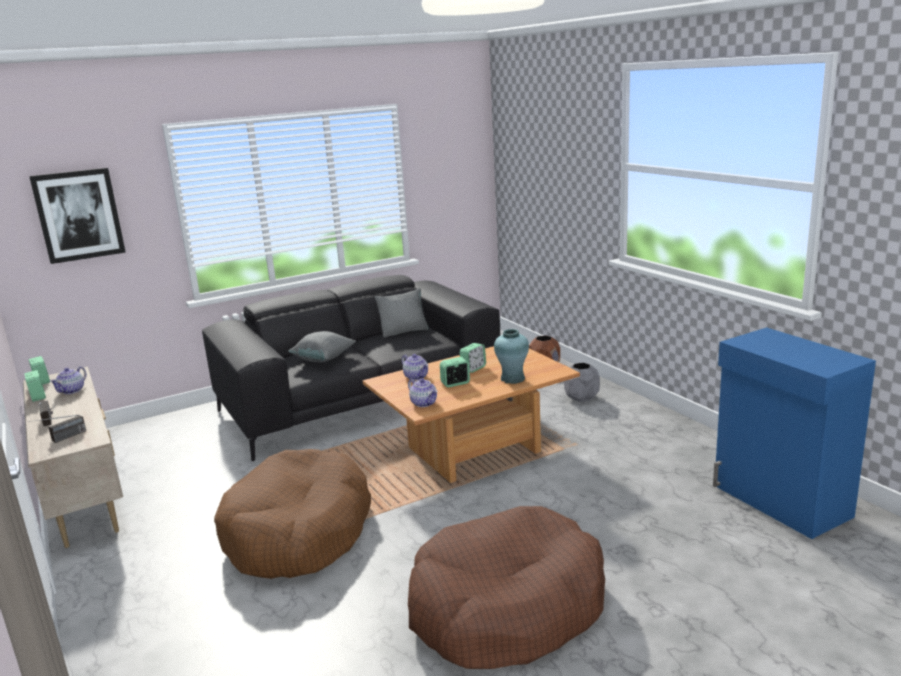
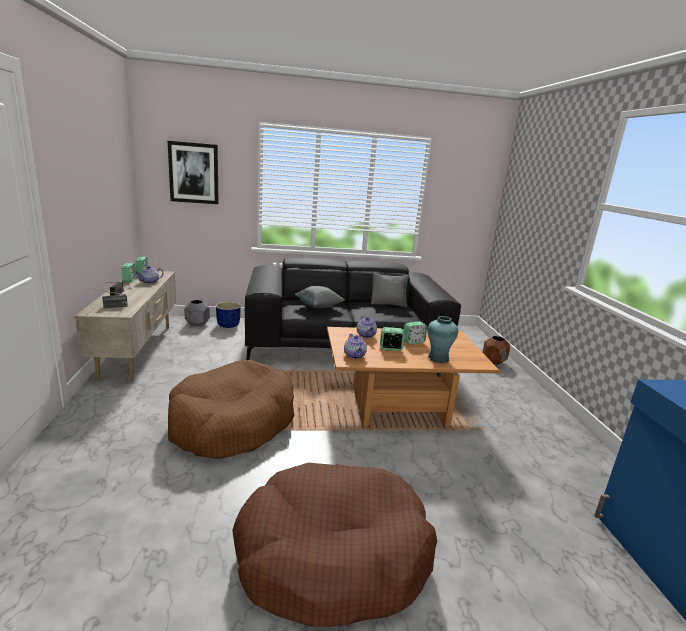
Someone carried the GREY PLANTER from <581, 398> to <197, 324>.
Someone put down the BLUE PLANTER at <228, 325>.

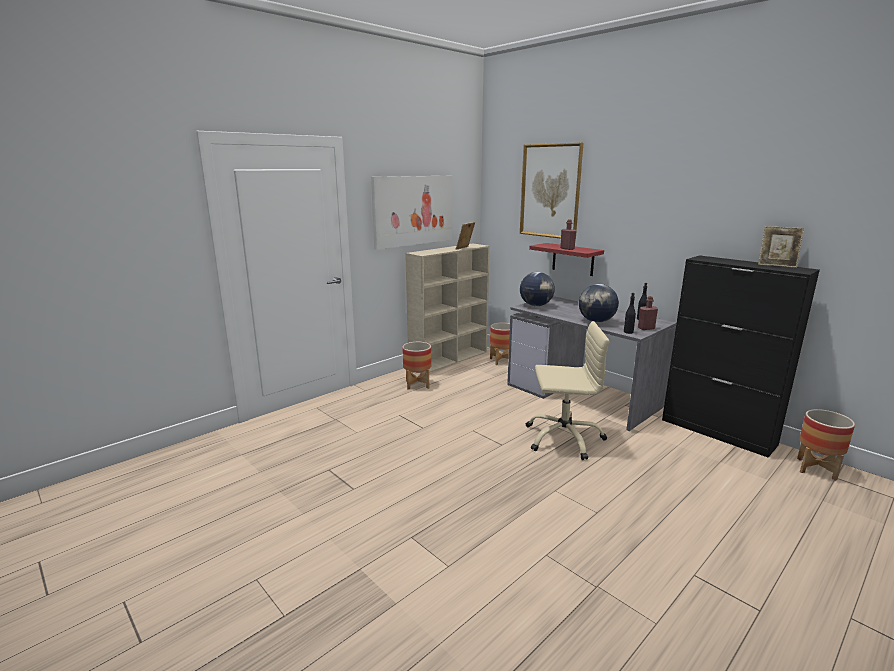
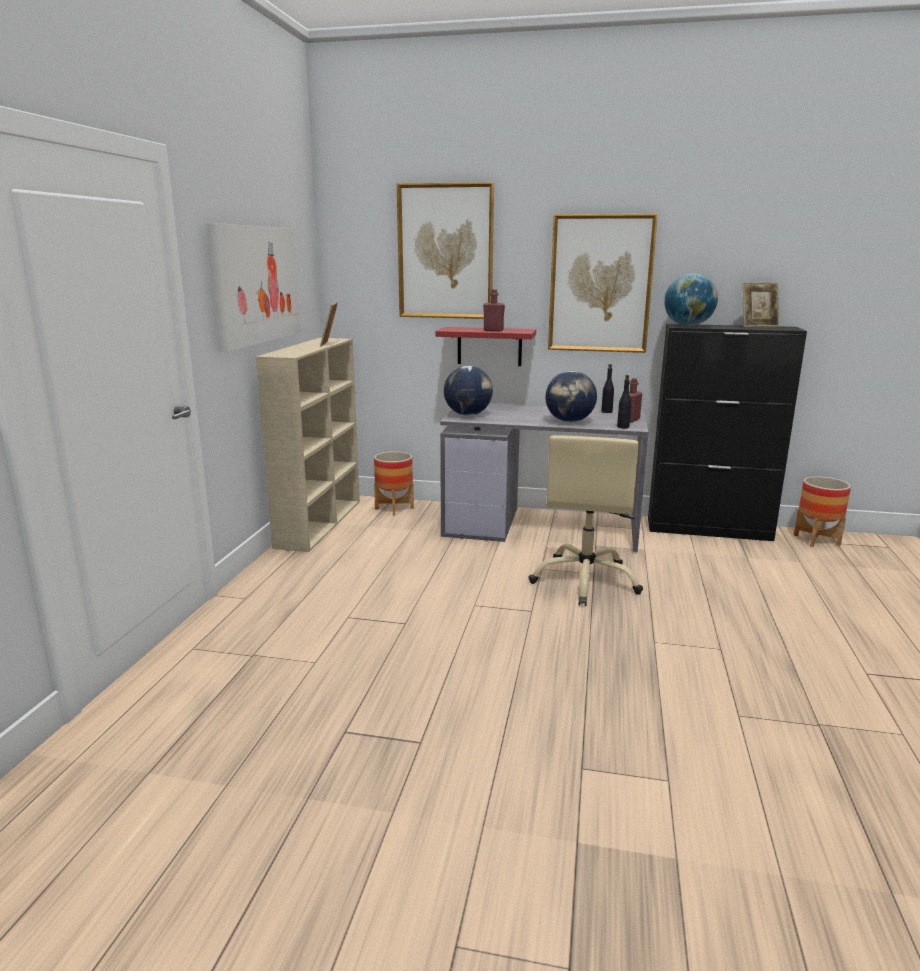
Someone rotated the BEIGE OFFICE CHAIR at <563, 438> by 135 degrees clockwise.
Someone took away the PLANTER at <417, 384>.
Someone put up the PICTURE at <600, 284>.
Someone put down the GLOBE at <688, 325>.

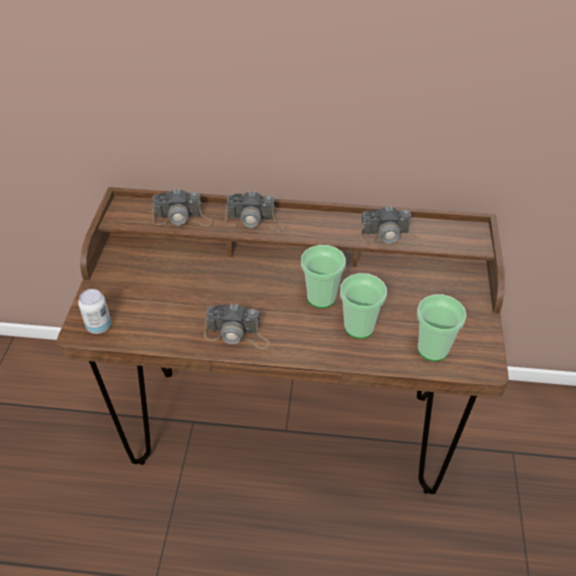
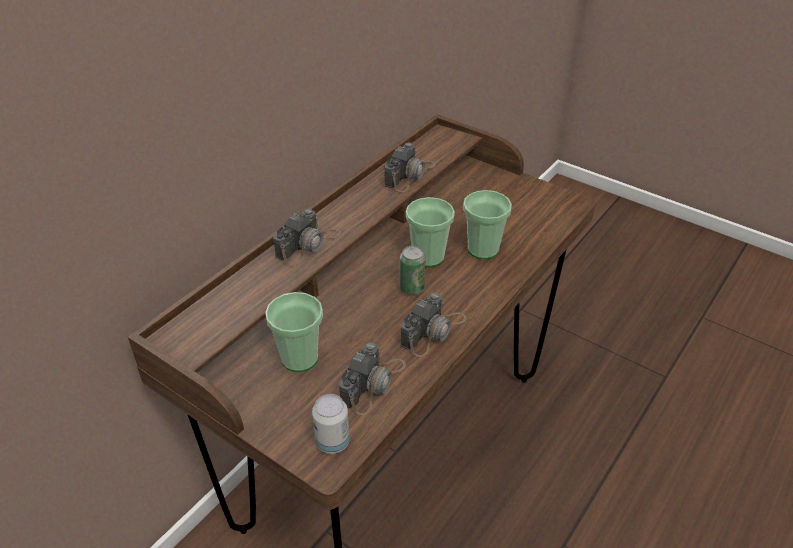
Someone carried the PHOTO CAMERA from <182, 218> to <373, 383>.
Someone carried the CUP from <432, 349> to <300, 358>.
Someone put down the CAN at <412, 288>.

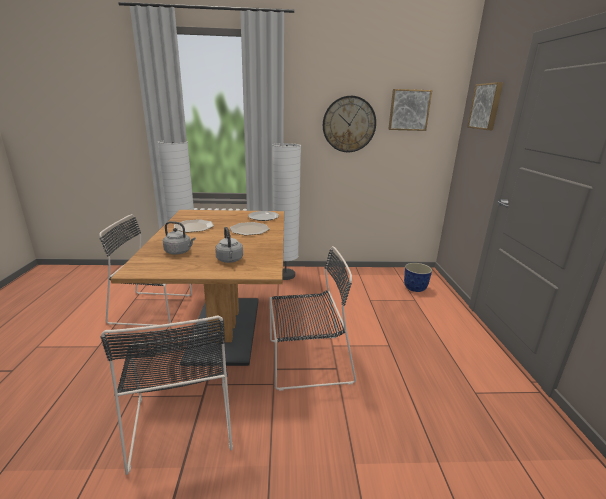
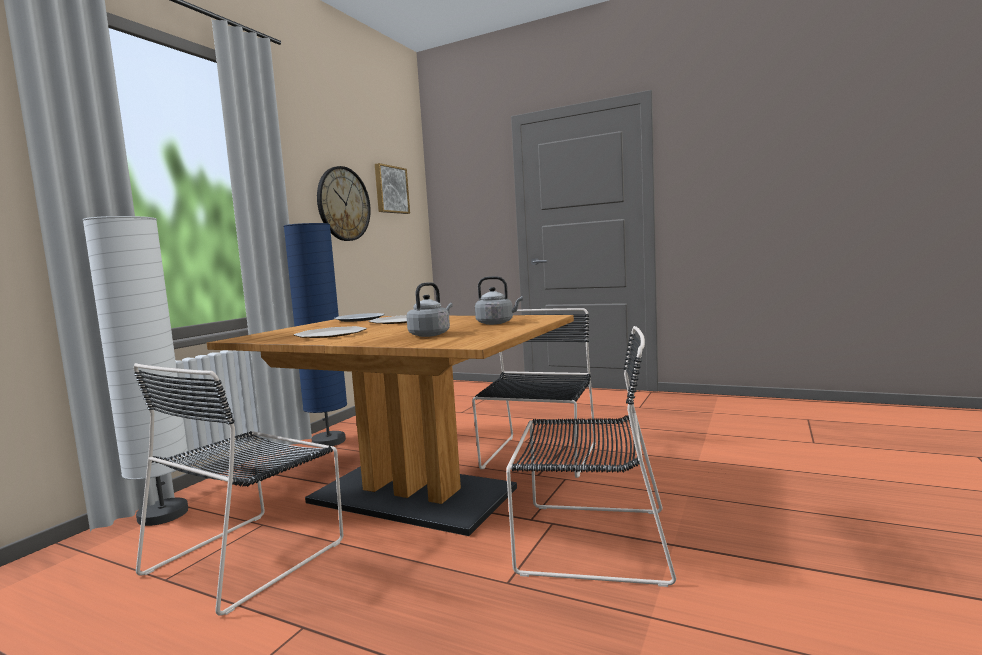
Someone took away the PICTURE at <486, 106>.
Someone repainted the WHITE FLOOR LAMP at <285, 275>, which became the BLUE FLOOR LAMP at <328, 441>.
Someone took away the PLANTER at <415, 288>.

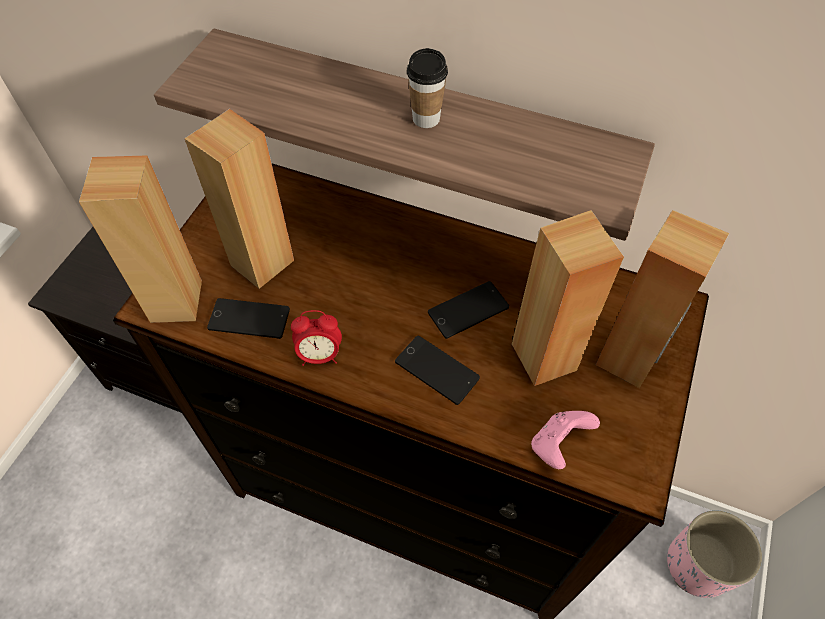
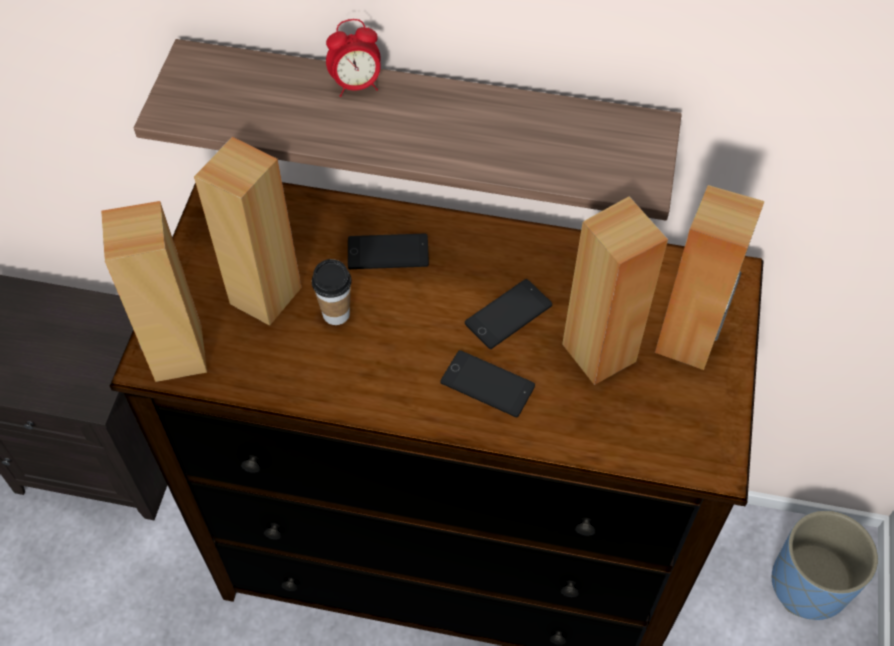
Someone carried the CUP from <426, 119> to <336, 314>.
Someone carried the PHONE from <249, 319> to <388, 252>.
Someone carried the ALARM CLOCK from <319, 355> to <356, 85>.
Someone took away the PINK GAME CONTROLLER at <558, 444>.
Someone repainted the PINK PLANTER at <697, 565>, which became the BLUE PLANTER at <809, 584>.

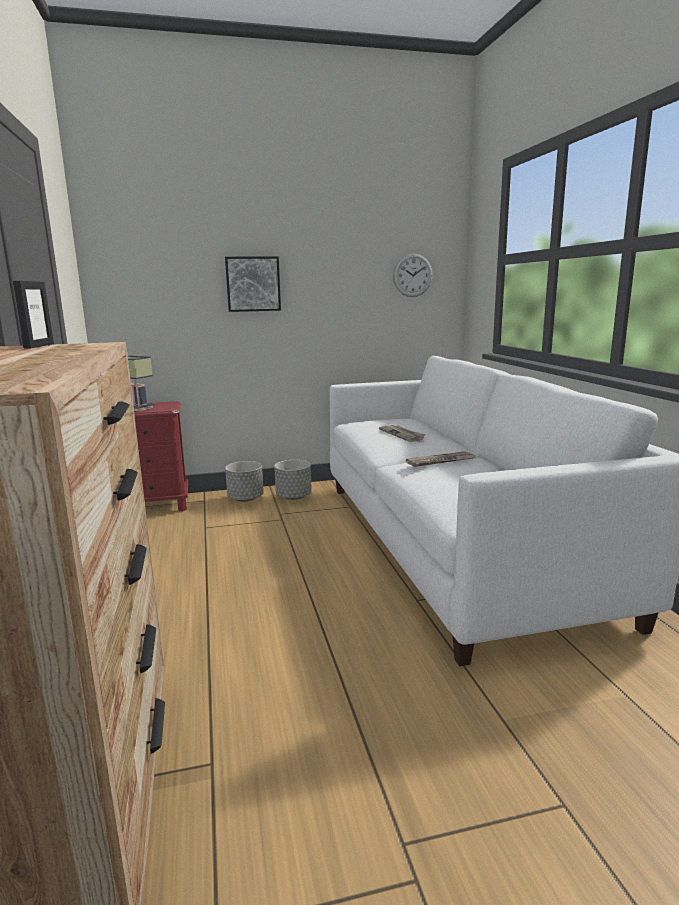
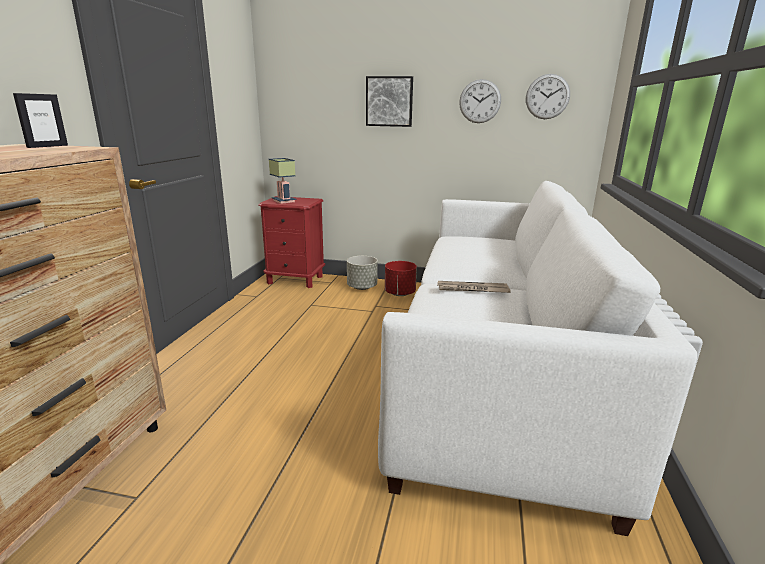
Someone took away the NEWSPAPER at <402, 434>.
Someone repainted the GREY PLANTER at <293, 497>, which became the RED PLANTER at <399, 293>.
Someone put up the WALL CLOCK at <480, 101>.

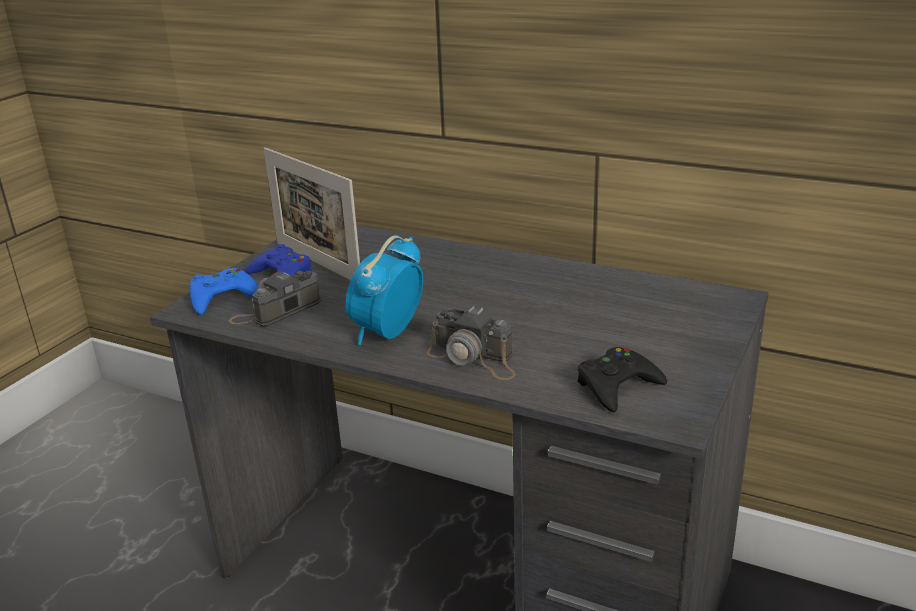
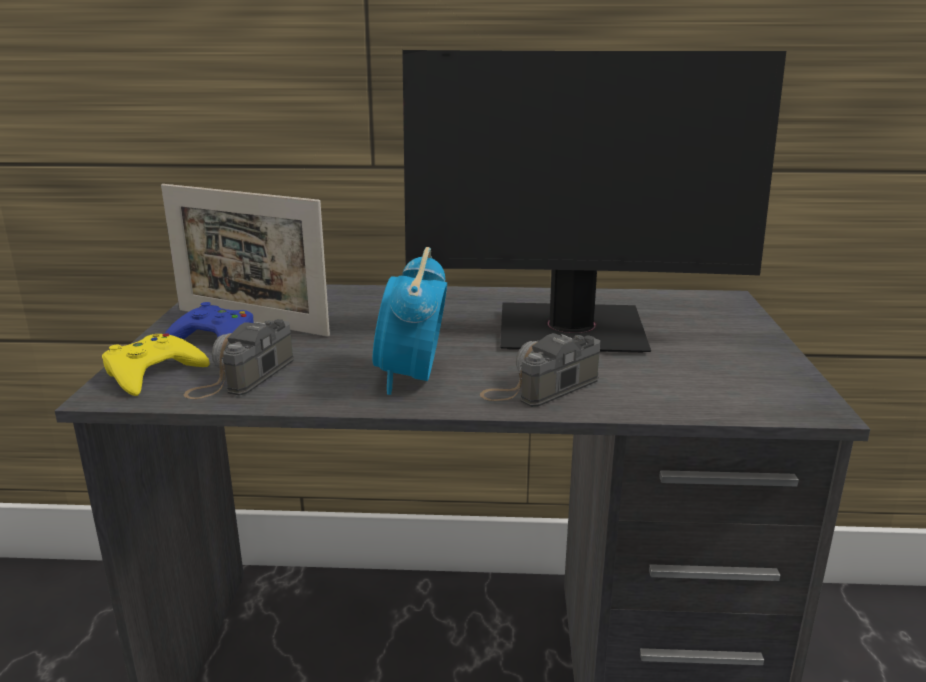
Someone repainted the BLUE GAME CONTROLLER at <223, 298>, which became the YELLOW GAME CONTROLLER at <153, 373>.
Someone rotated the PHOTO CAMERA at <474, 358> by 135 degrees clockwise.
Someone took away the BLACK GAME CONTROLLER at <617, 386>.
Someone put down the MONITOR at <572, 331>.

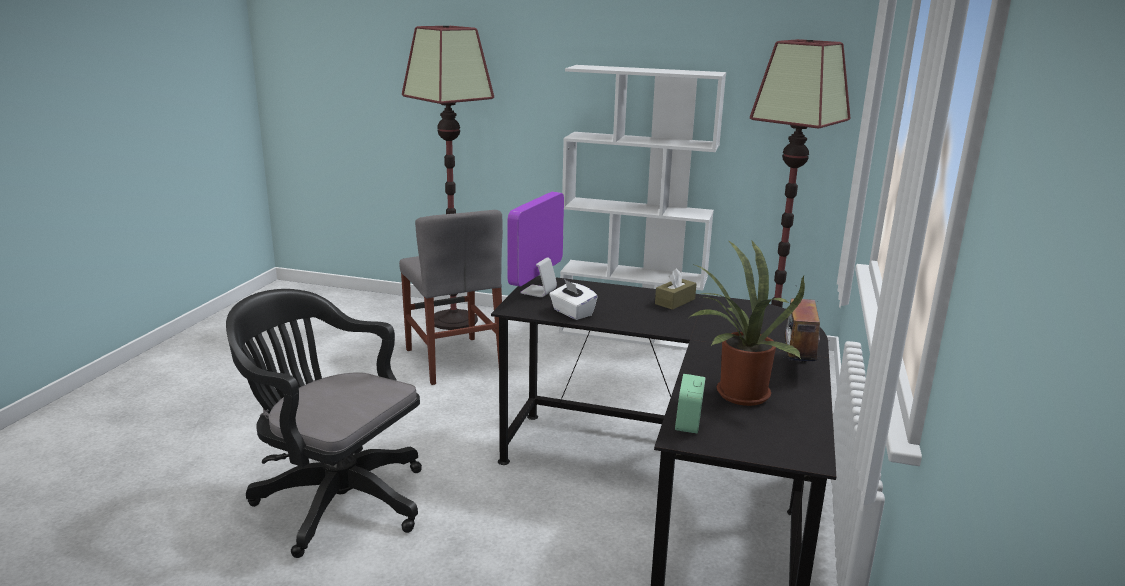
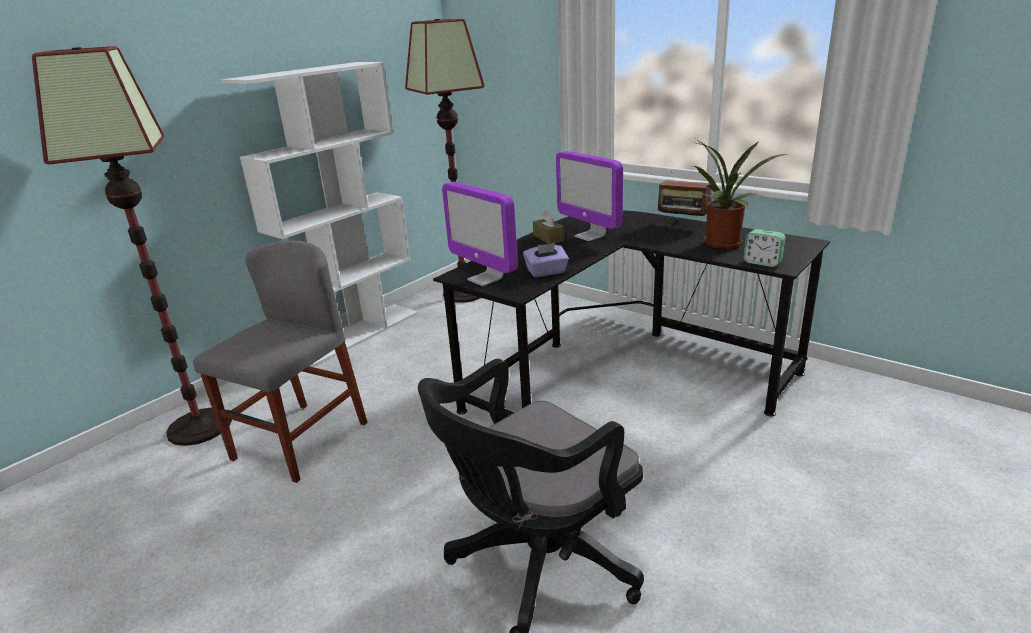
Someone rotated the GREY CHAIR at <453, 360> by 60 degrees counterclockwise.
Someone repainted the WHITE TISSUE BOX at <572, 313>, which became the PURPLE TISSUE BOX at <546, 272>.
Someone put down the MONITOR at <590, 236>.

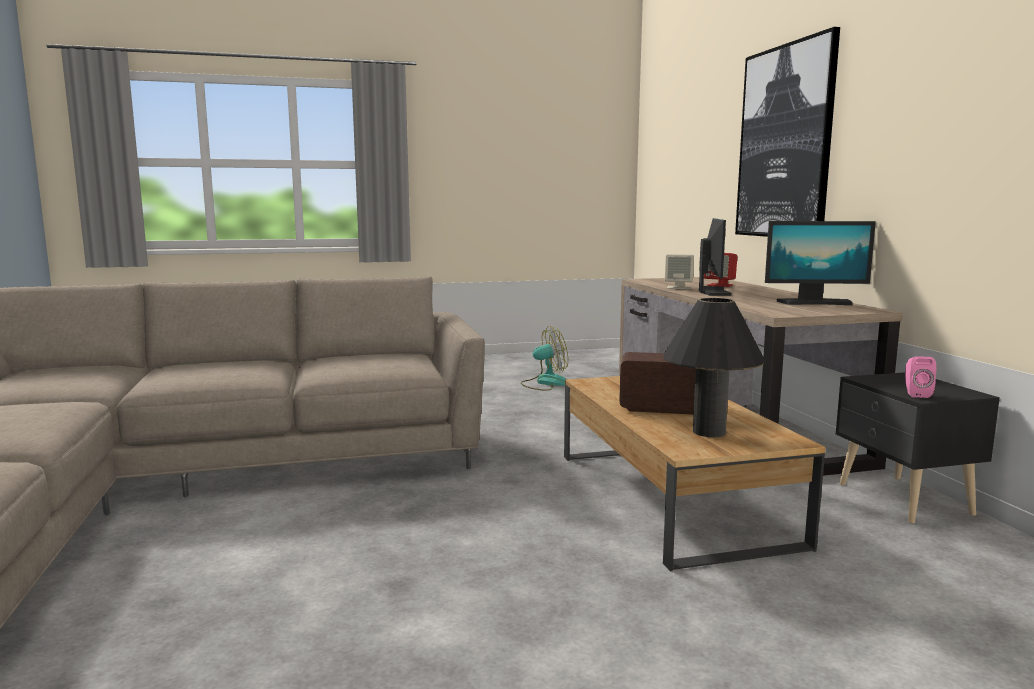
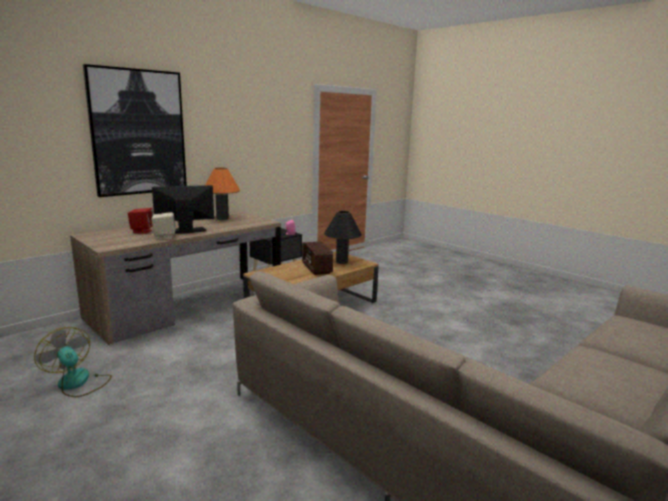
Someone swapped the MONITOR at <814, 302> for the ORANGE TABLE LAMP at <222, 218>.

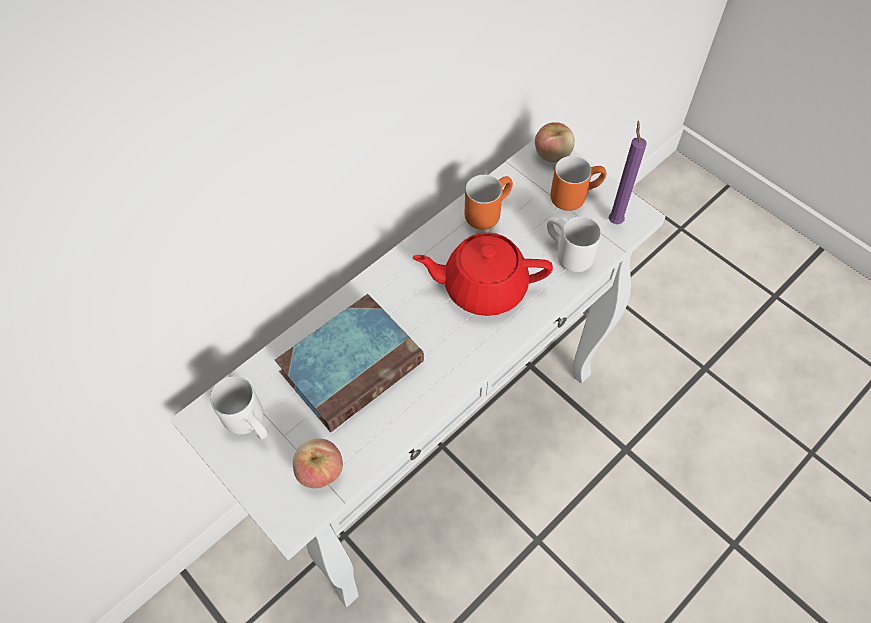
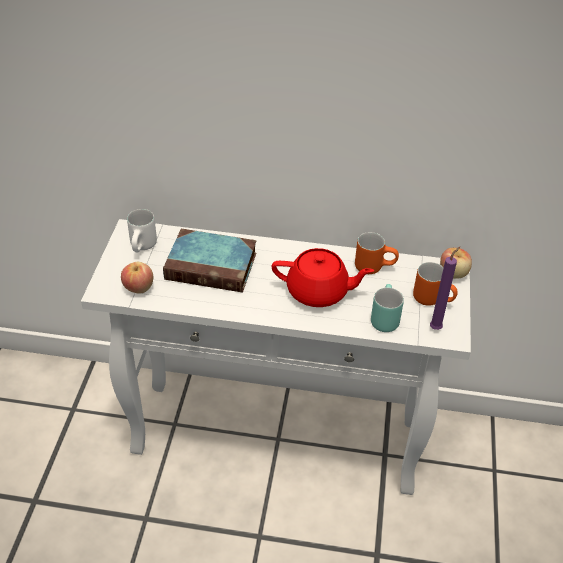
Someone repainted the WHITE MUG at <566, 255>, which became the TURQUOISE MUG at <382, 318>.
Someone rotated the RED TEAPOT at <483, 287> by 135 degrees clockwise.

